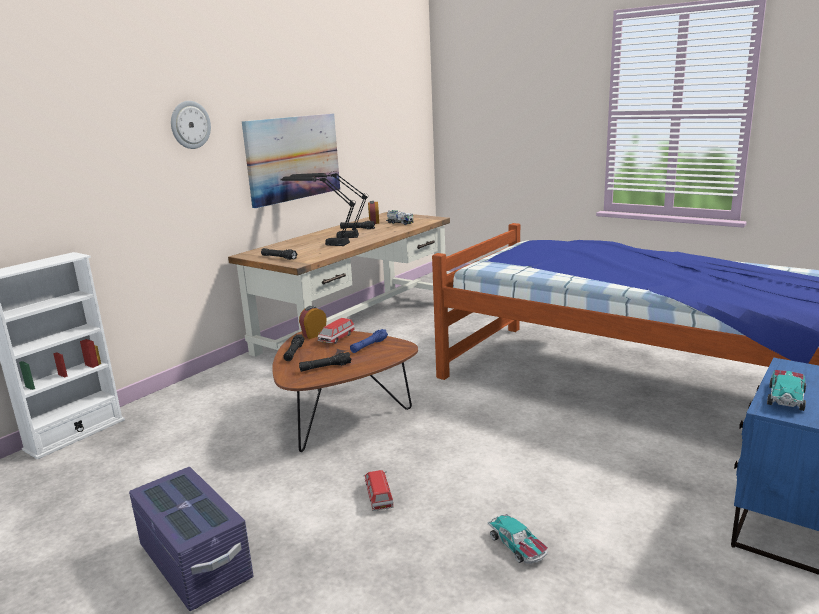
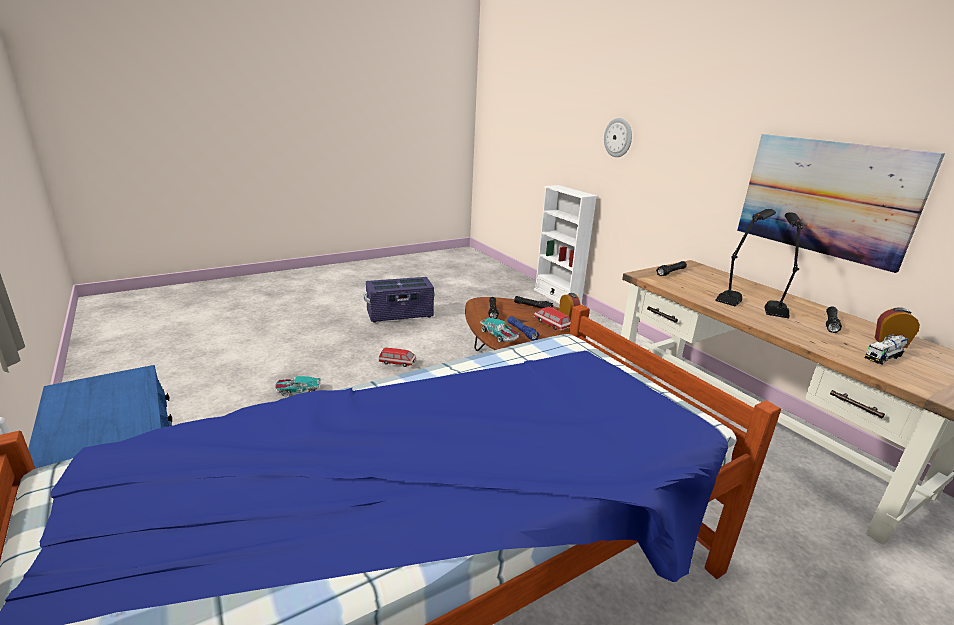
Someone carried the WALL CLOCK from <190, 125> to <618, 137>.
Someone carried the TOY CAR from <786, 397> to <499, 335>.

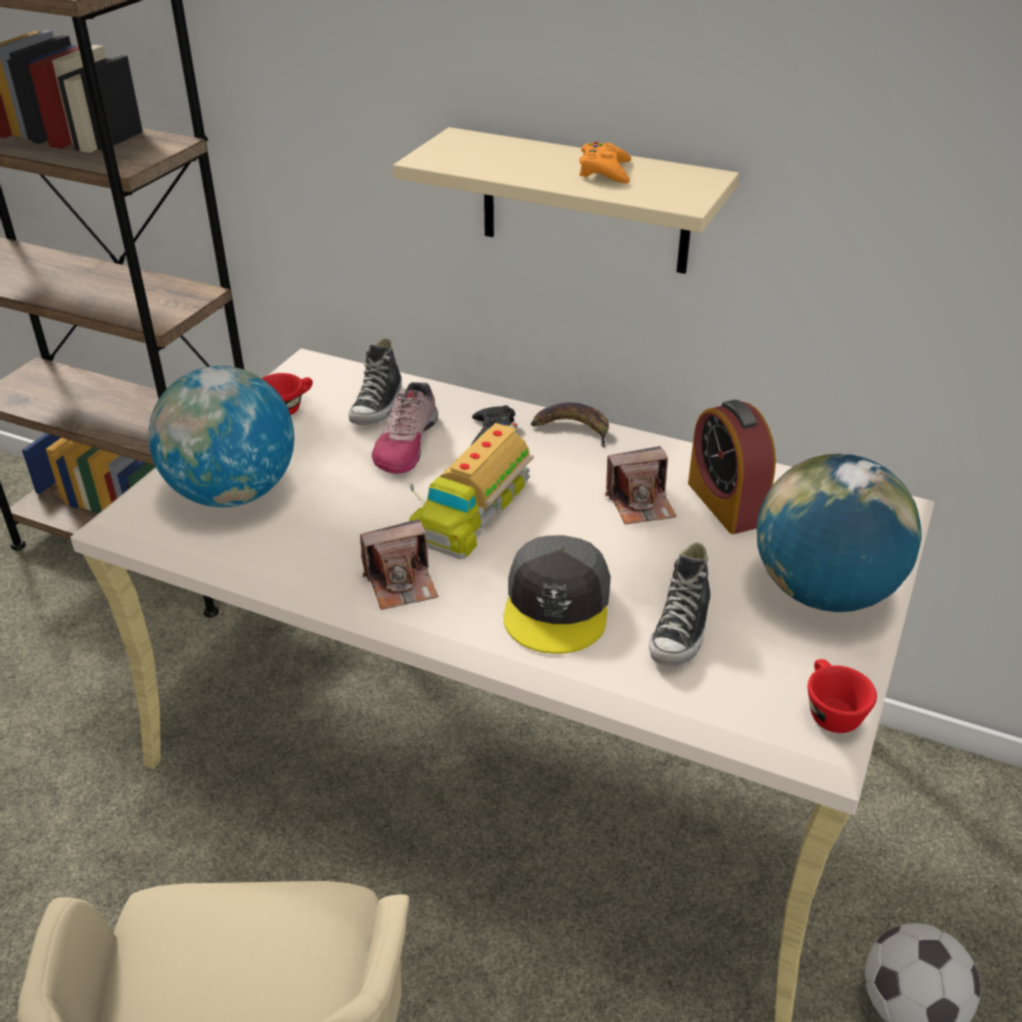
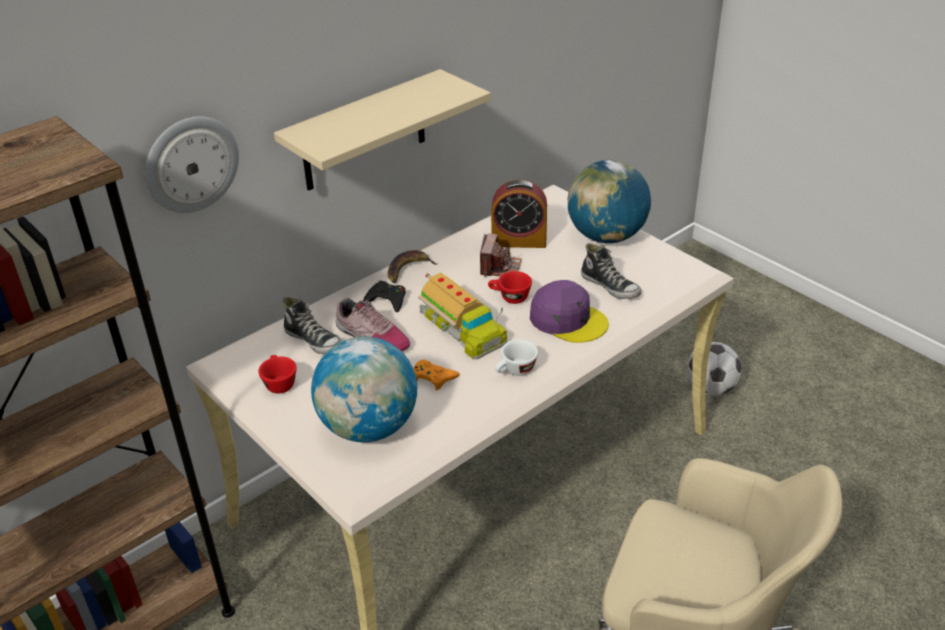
Someone carried the ORANGE GAME CONTROLLER from <605, 171> to <433, 377>.
Someone swapped the PHOTO CAMERA at <401, 583> for the WHITE CUP at <515, 371>.
Someone repainted the GREY CAP at <558, 605>, which became the PURPLE CAP at <568, 320>.
Someone carried the RED CUP from <829, 710> to <509, 297>.
Someone put up the WALL CLOCK at <191, 164>.

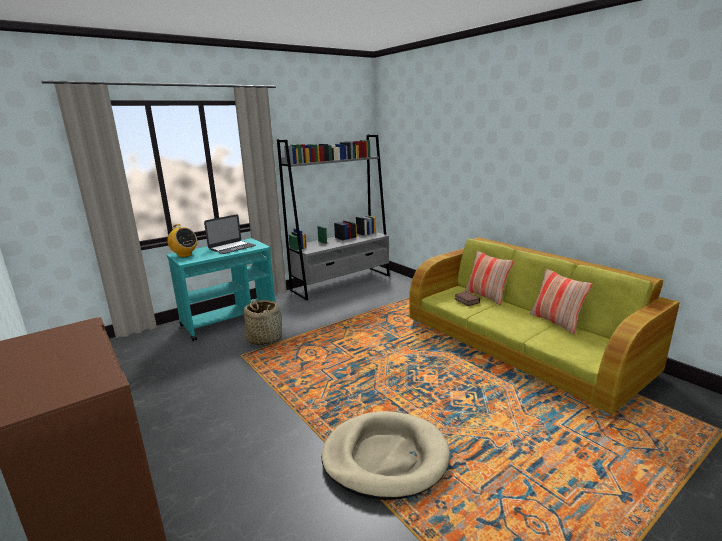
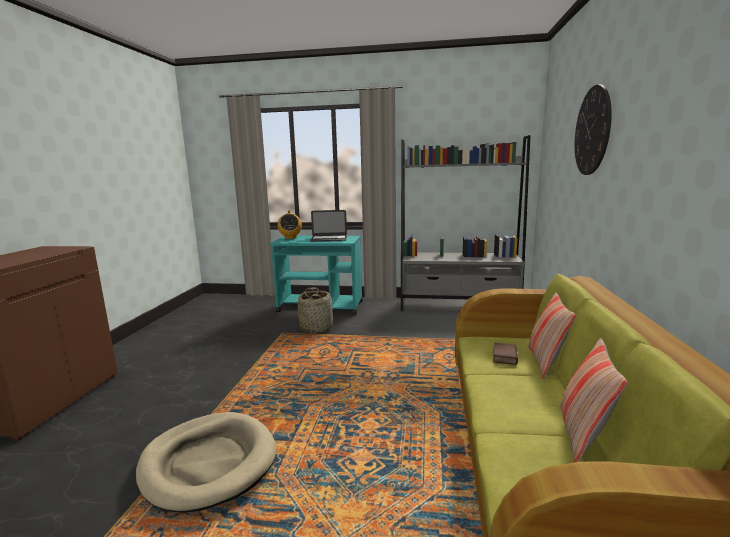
Someone put up the WALL CLOCK at <592, 131>.

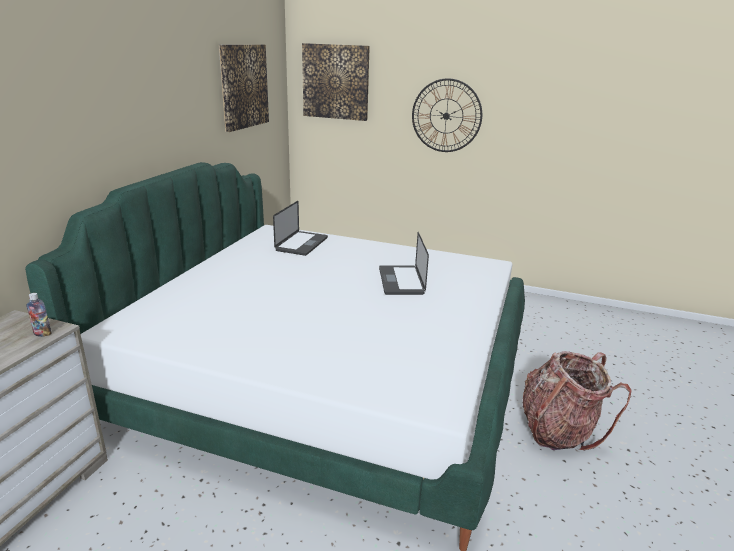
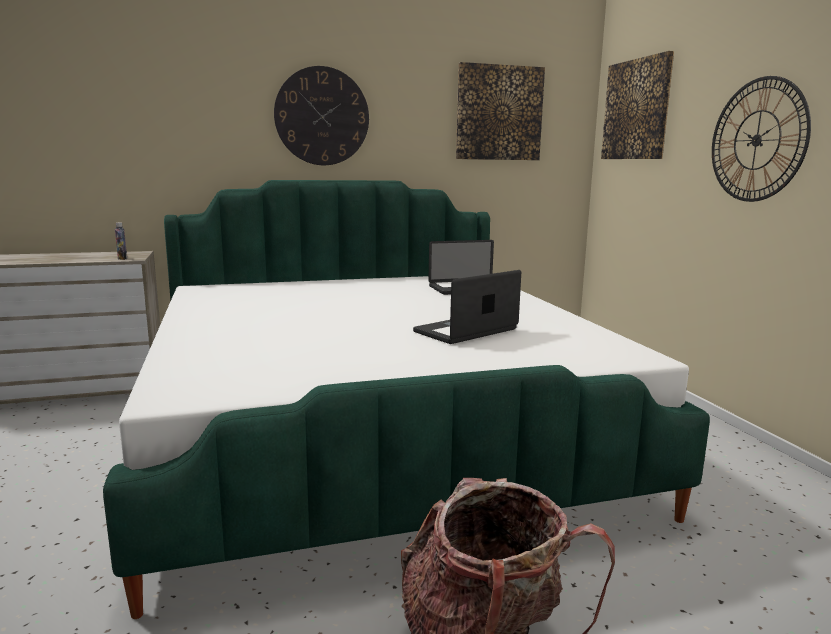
Someone put up the WALL CLOCK at <322, 116>.

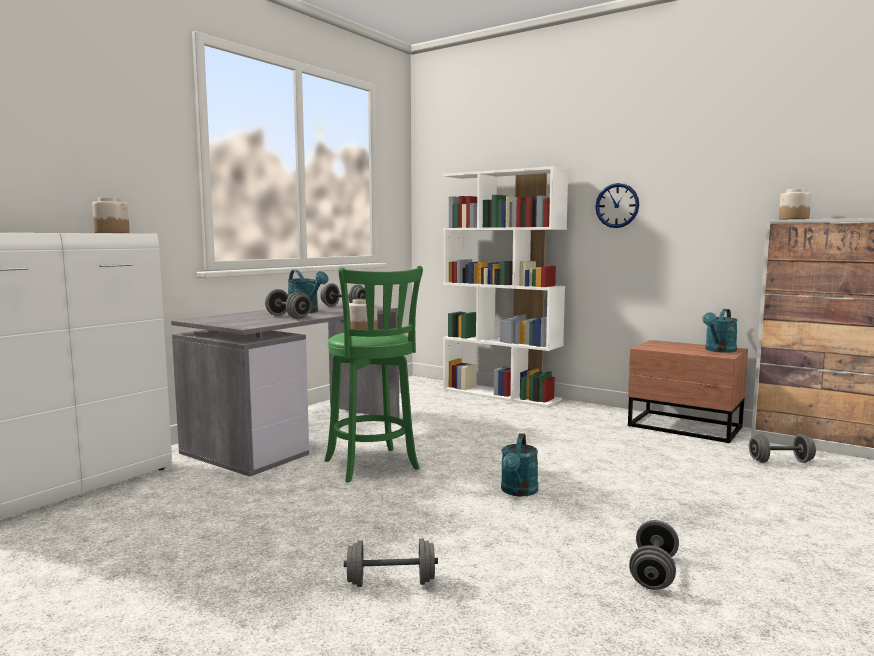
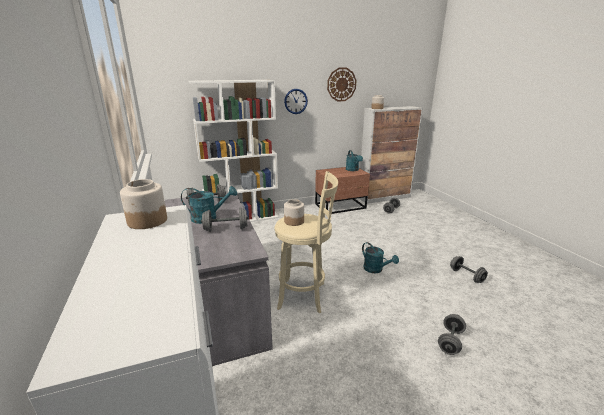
Someone repainted the GREEN STOOL at <373, 466>, which became the BEIGE STOOL at <305, 296>.
Someone put up the WALL CLOCK at <341, 84>.

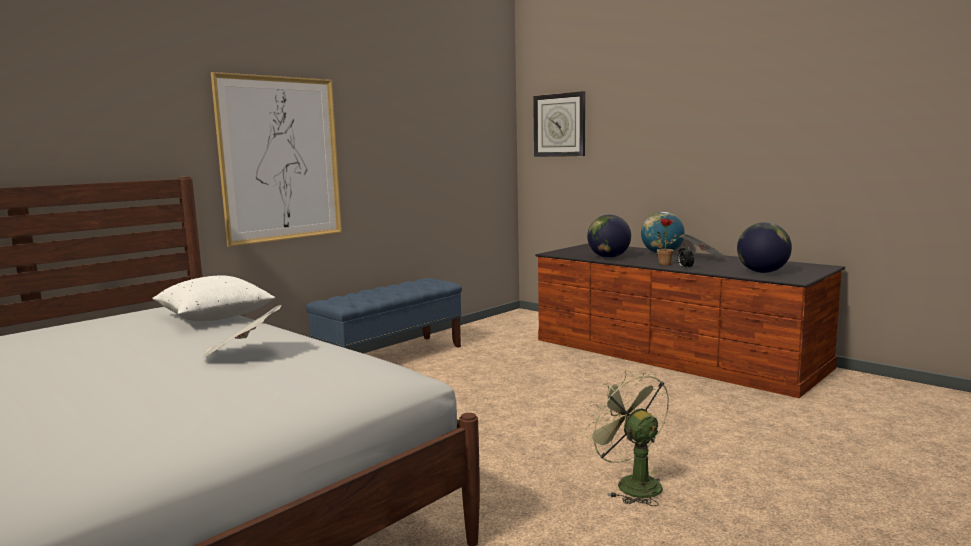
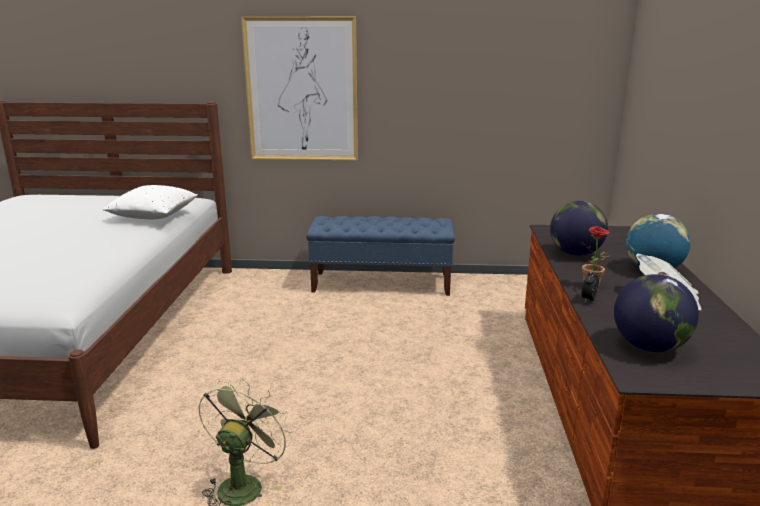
Someone took away the WALL CLOCK at <559, 125>.
Someone took away the NEWSPAPER at <241, 354>.

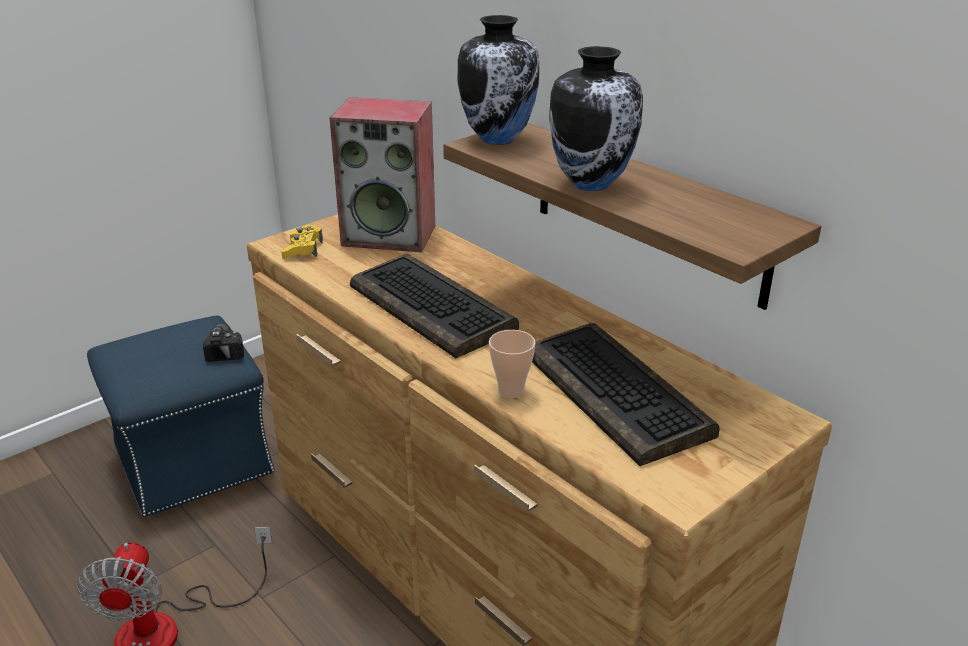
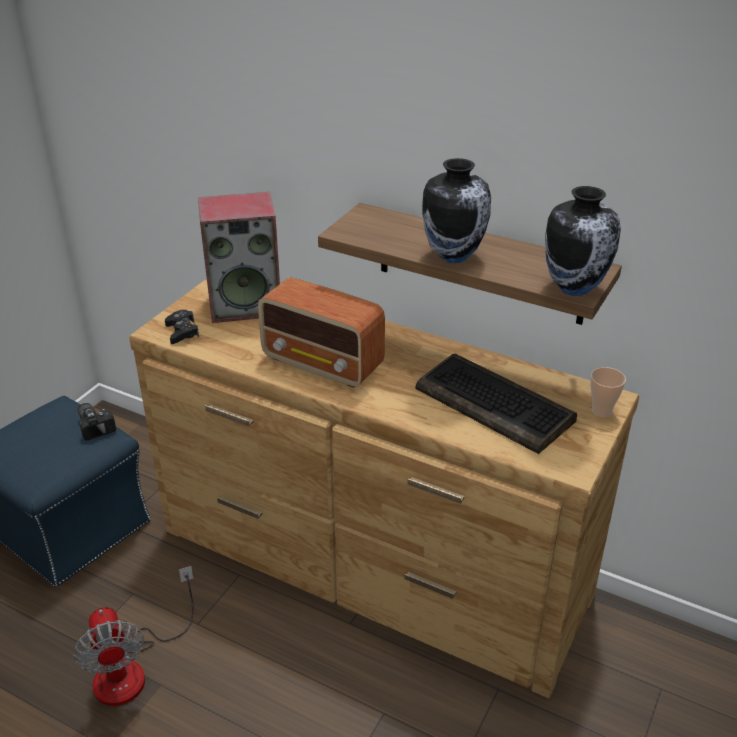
Someone carried the VASE from <499, 139> to <575, 288>.
Someone repainted the YELLOW GAME CONTROLLER at <303, 249>, which became the BLACK GAME CONTROLLER at <182, 332>.
Someone swapped the KEYBOARD at <433, 308> for the RADIO at <323, 364>.
Someone carried the CUP from <511, 391> to <601, 411>.

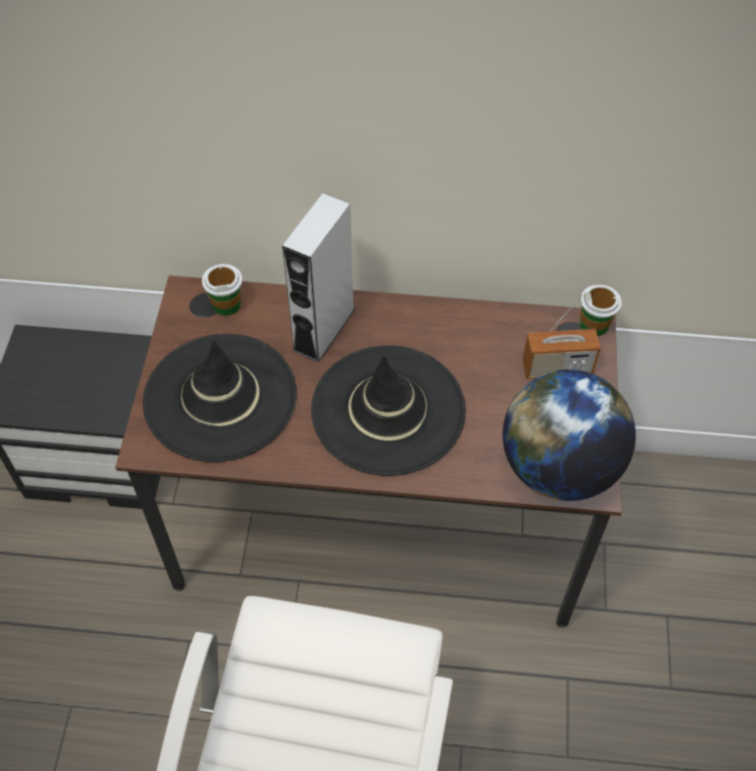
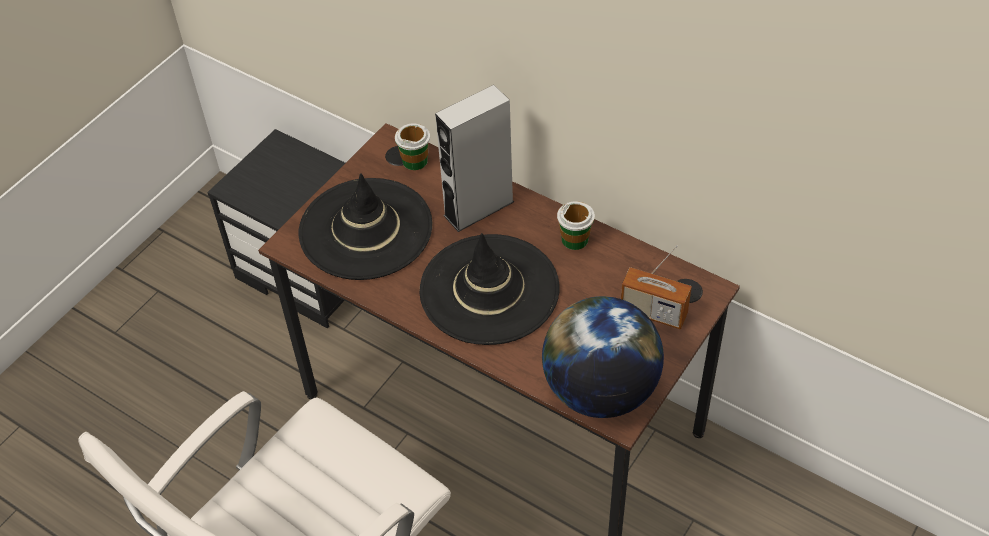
Someone carried the CUP from <594, 325> to <575, 239>.

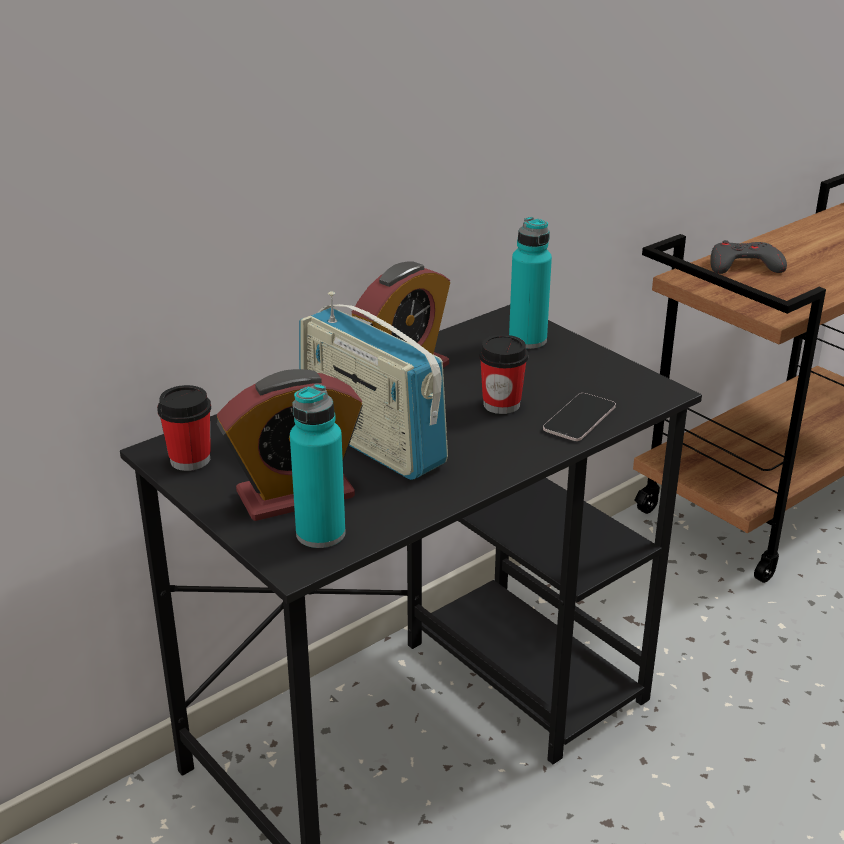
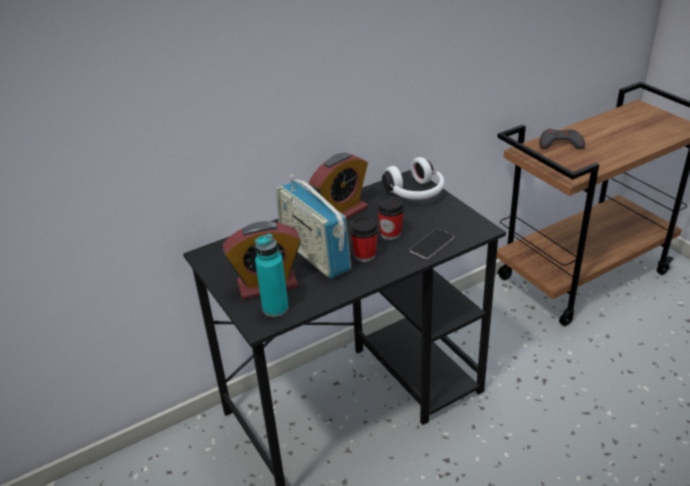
Someone swapped the TURQUOISE BOTTLE at <527, 340> for the WHITE HEADPHONES at <415, 193>.
Someone carried the CUP from <190, 460> to <365, 255>.

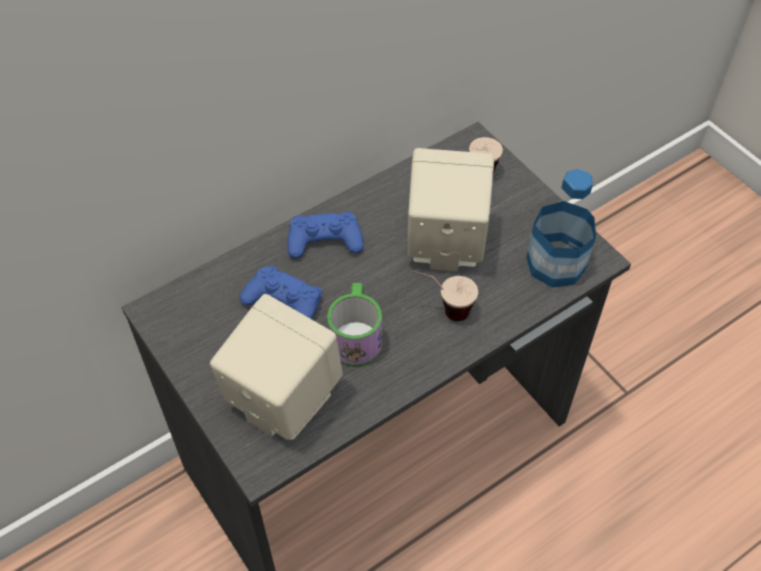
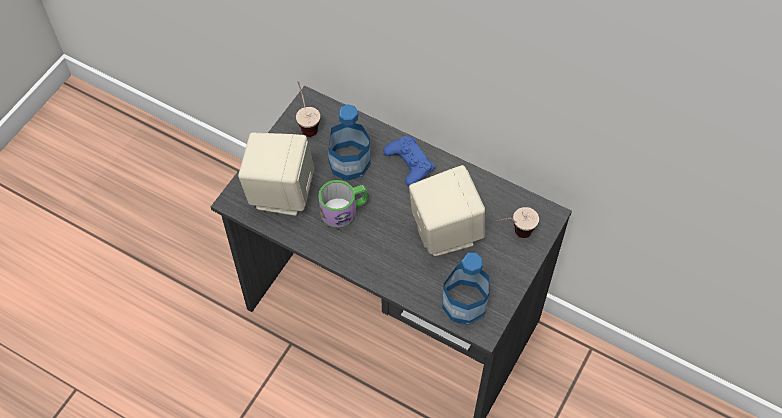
Someone swapped the BLUE GAME CONTROLLER at <283, 302> for the BOTTLE at <349, 163>.
Someone carried the CUP from <442, 310> to <307, 122>.

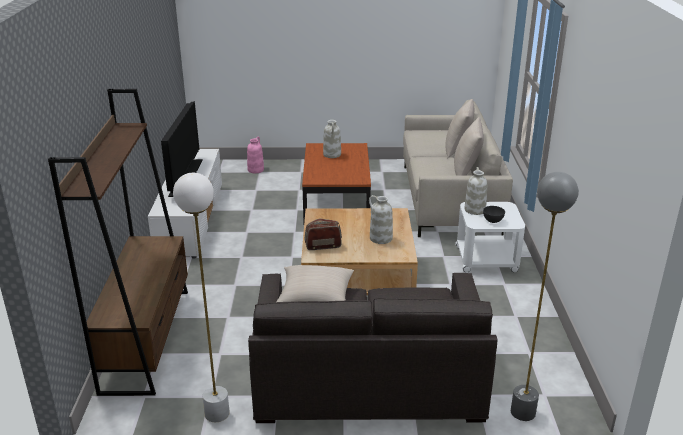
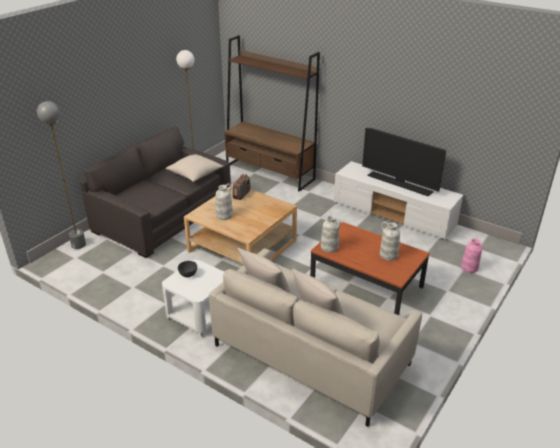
Someone carried the WHITE VASE from <474, 210> to <330, 247>.

